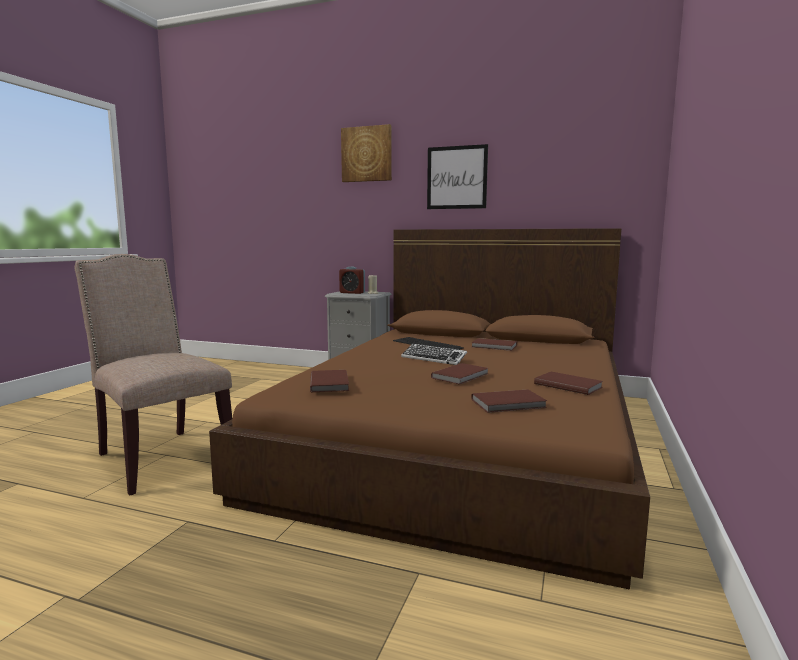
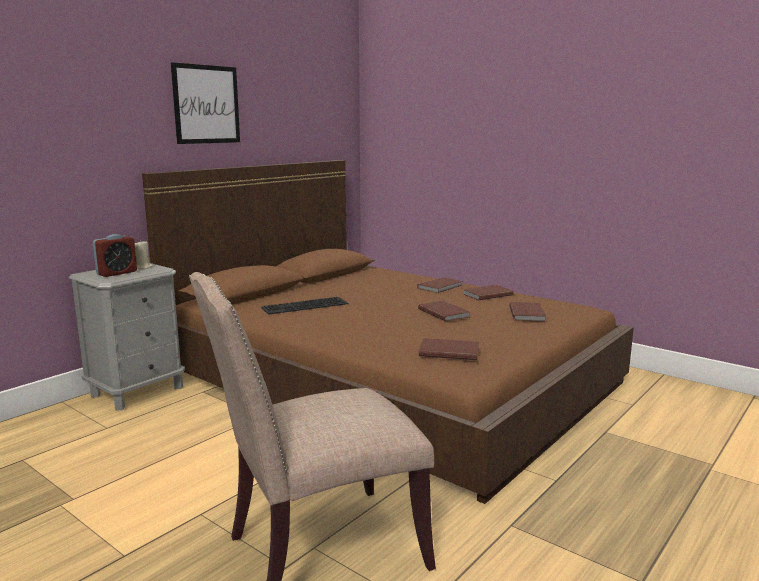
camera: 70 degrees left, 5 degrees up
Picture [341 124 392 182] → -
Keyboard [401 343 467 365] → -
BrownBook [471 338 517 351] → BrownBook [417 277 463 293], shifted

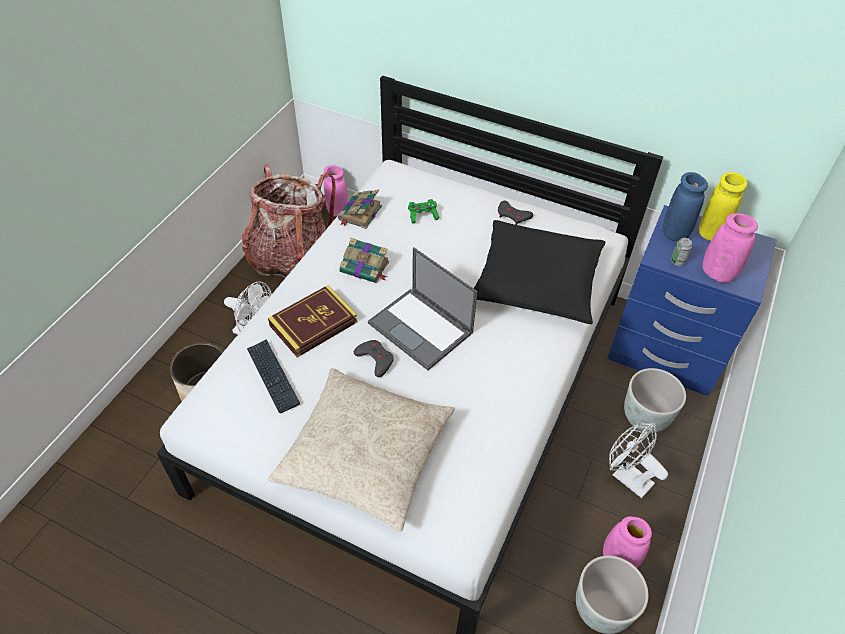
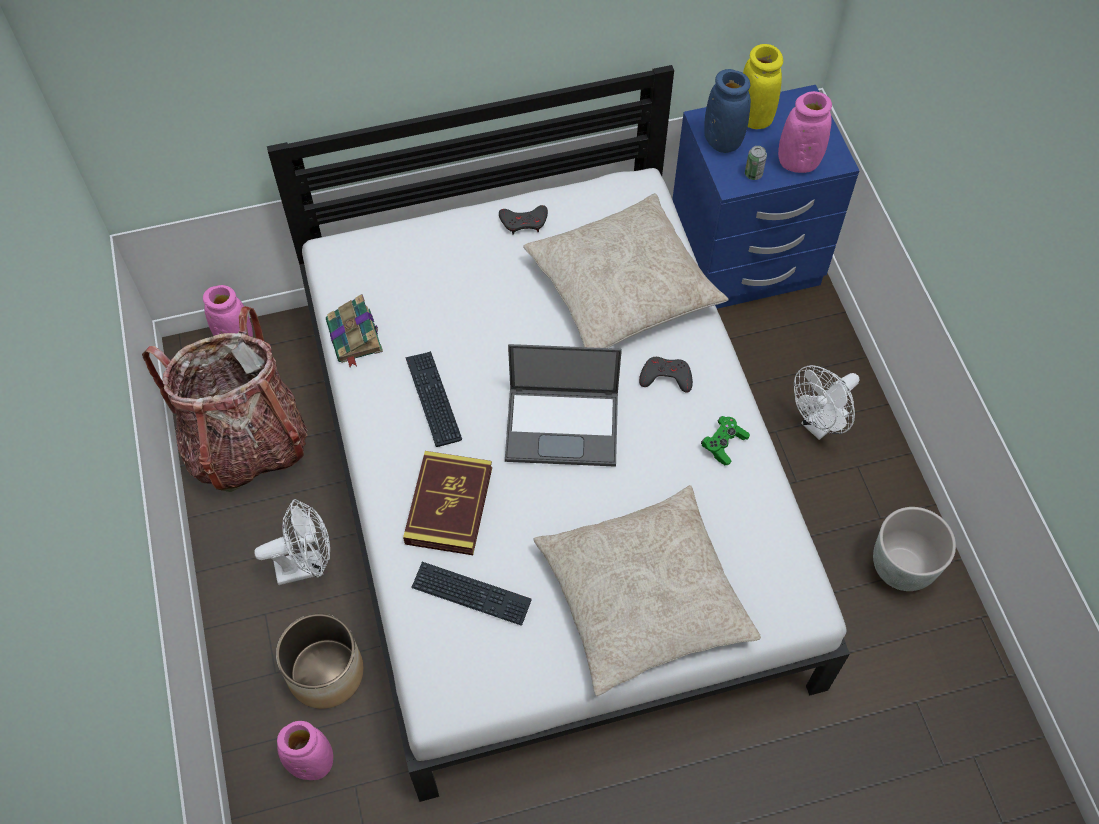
camera: 40 degrees left, 10 degrees up
GreyPlanter [624 368 686 433] → -
GreyGameController [354 340 394 377] → GreyGameController [639 357 693 392], shifted
GreenGameController [408 199 439 224] → GreenGameController [701 416 750 465], shifted
PinkVase [603 516 652 568] → PinkVase [277 721 333 780], shifted
Book [339 238 389 283] → Keyboard [405 351 462 447]
BlackPillow [474 220 605 324] → BeigePillow [523 193 729 348]
WhiteFan [609 423 668 498] → WhiteFan [794 365 859 440], 45 degrees counterclockwise

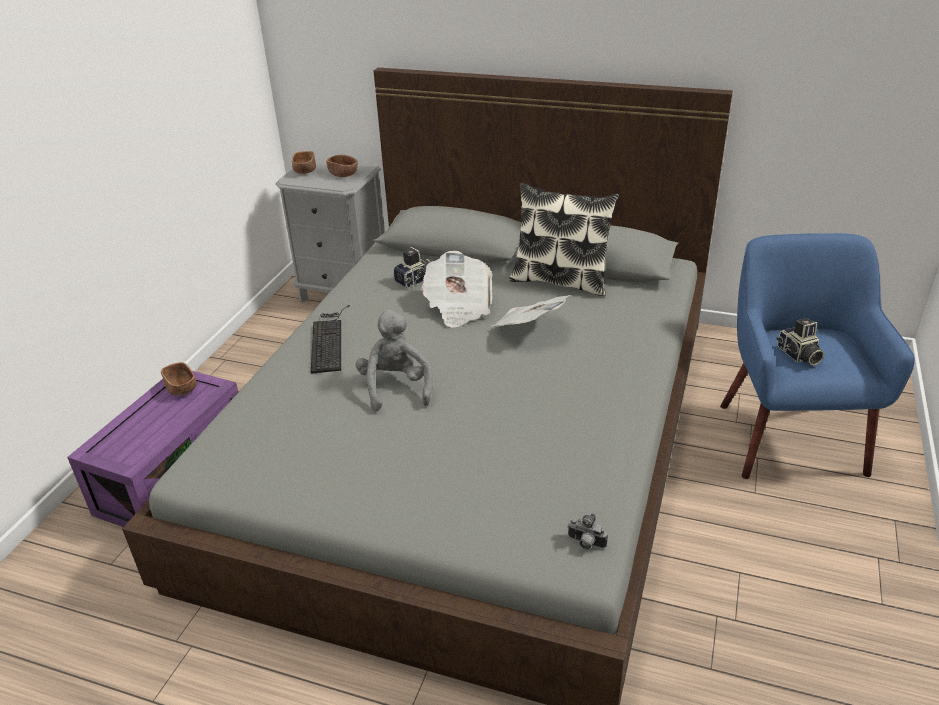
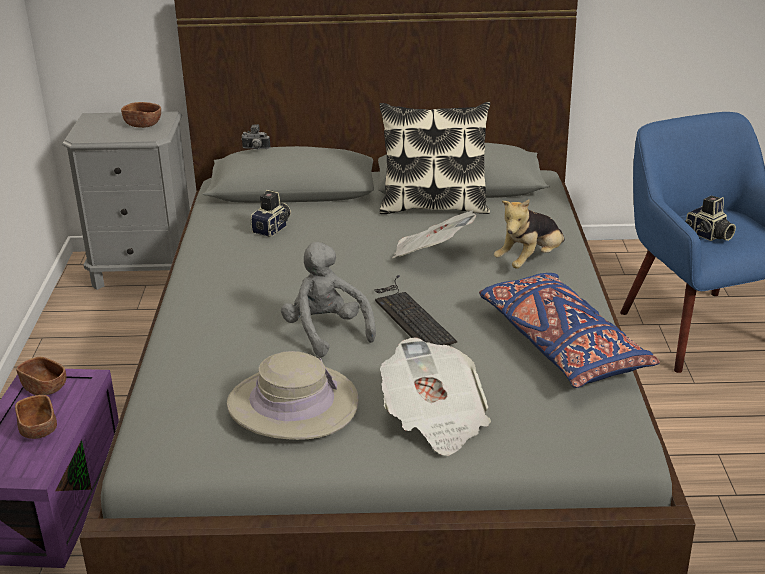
camera: 20 degrees left, 5 degrees down
- → BeigeHat [227 351 359 440]
- → BluePillow [479 273 660 388]
- → PlushToy [494 200 565 269]
BrownBowl [292 151 316 174] → BrownBowl [15 395 57 439], shifted
Keyboard [311 305 350 374] → Keyboard [374 275 457 345], shifted
Newspaper [421 251 493 328] → Newspaper [380 338 491 456], shifted
PhotoCamera [567 513 608 549] → PhotoCamera [241 124 270 149], shifted

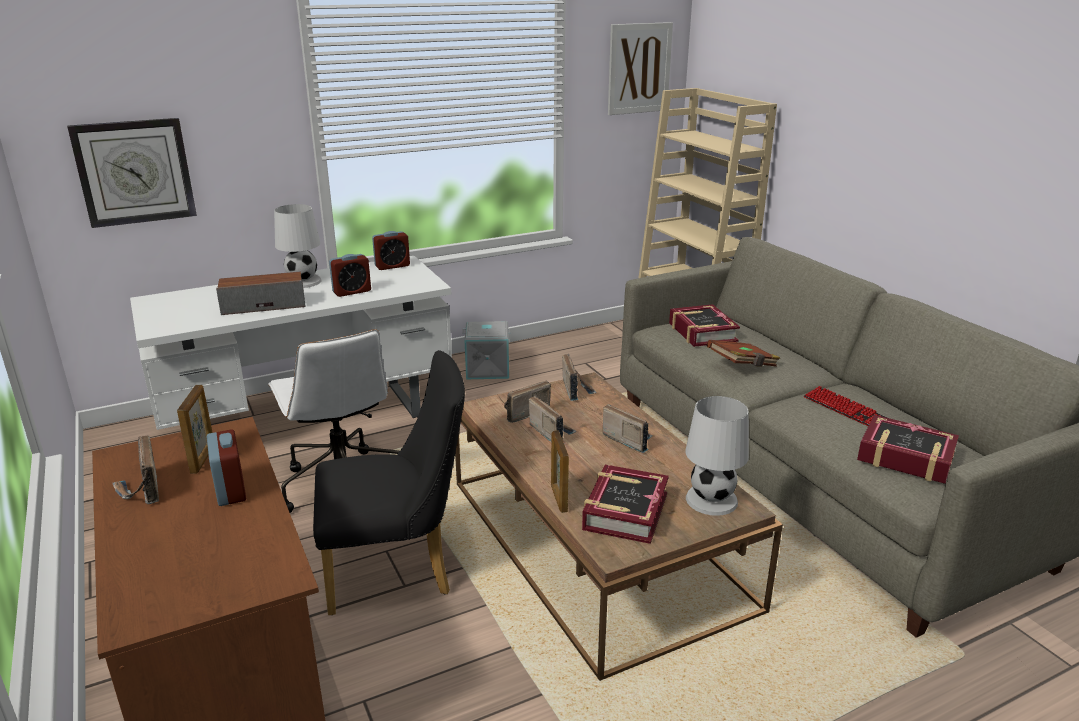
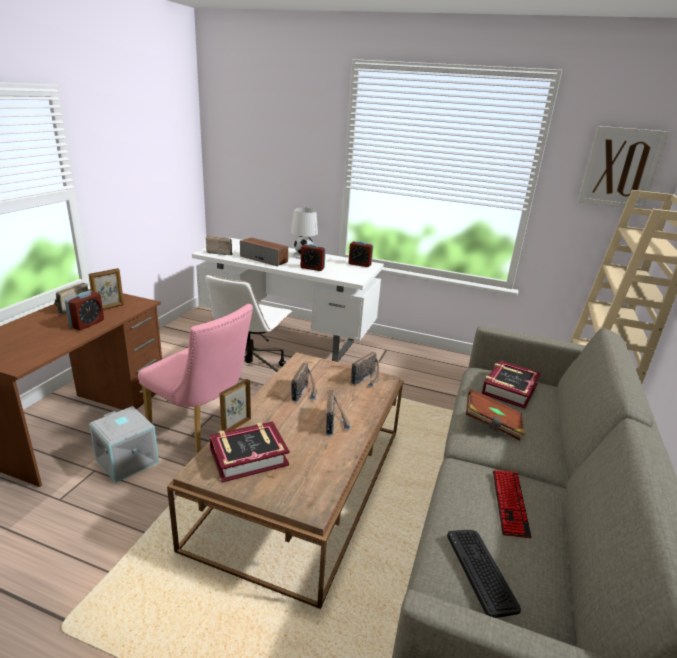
camera: 45 degrees right, 0 degrees up
WallClock [67 118 197 228] → -
WhiteTableLamp [685 396 749 516] → -
GreyStorageBox [462 321 511 379] → GreyStorageBox [89 406 159 483], shifted
Radio [504 381 551 423] → Radio [206 236 233 255], shifted
Book [857 415 959 484] → Keyboard [447 530 521 618]
BlackChair [313 350 465 615] → PinkChair [138 304 253 453]

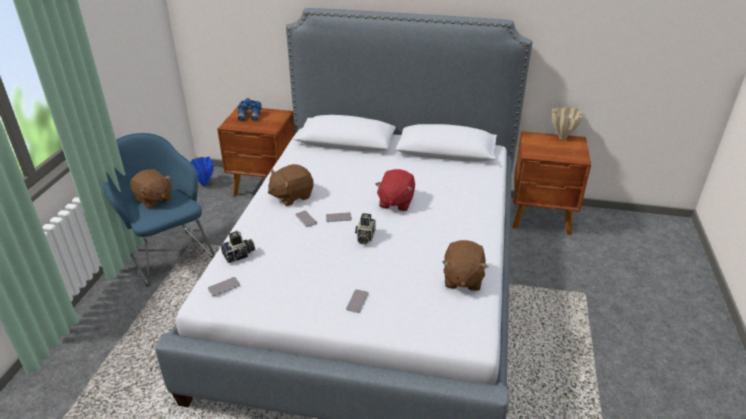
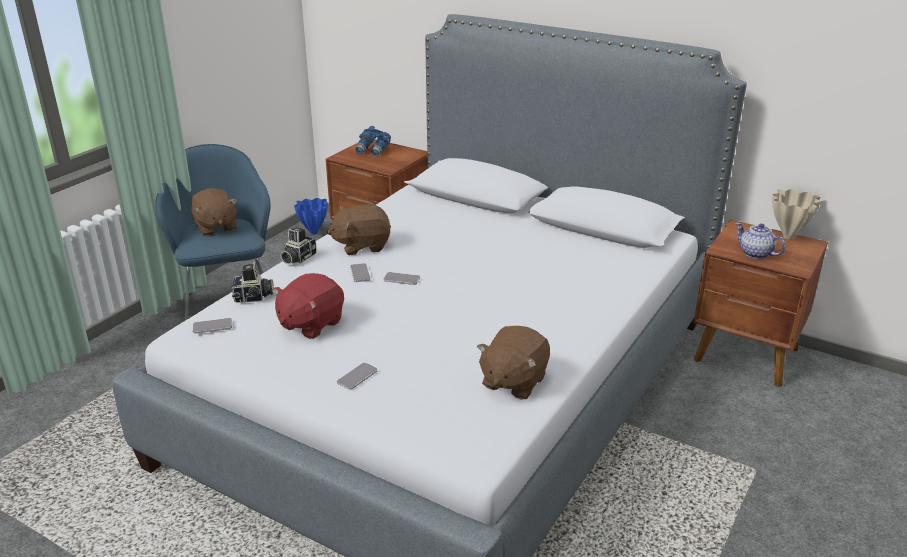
camera: 20 degrees right, 5 degrees down
- → Teapot [735 223 785 259]
PhotoCamera [355 213 376 245] → PhotoCamera [281 227 317 264], shifted
RedPlushToy [375 169 415 211] → RedPlushToy [273 273 344 339], shifted

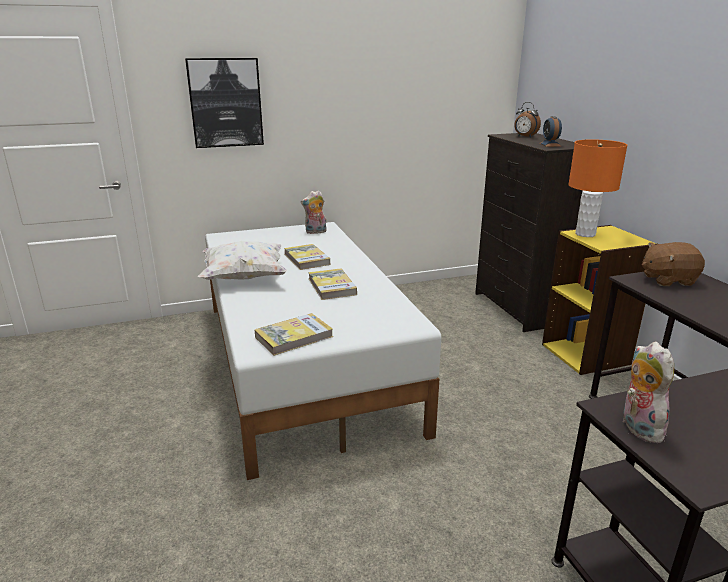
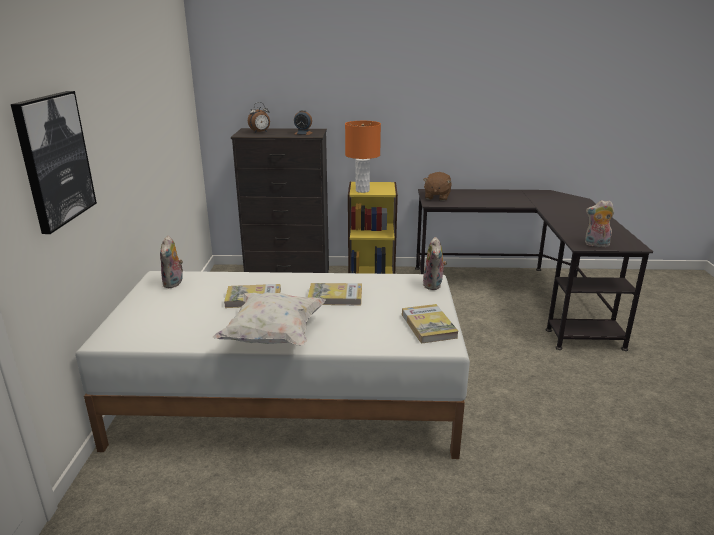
camera: 70 degrees left, 0 degrees up
- → PlushToy [423 237 447 290]

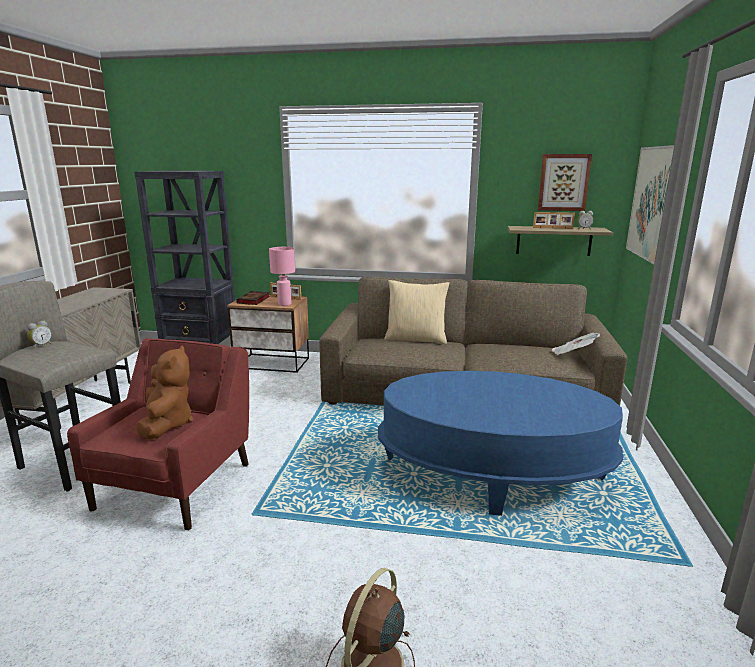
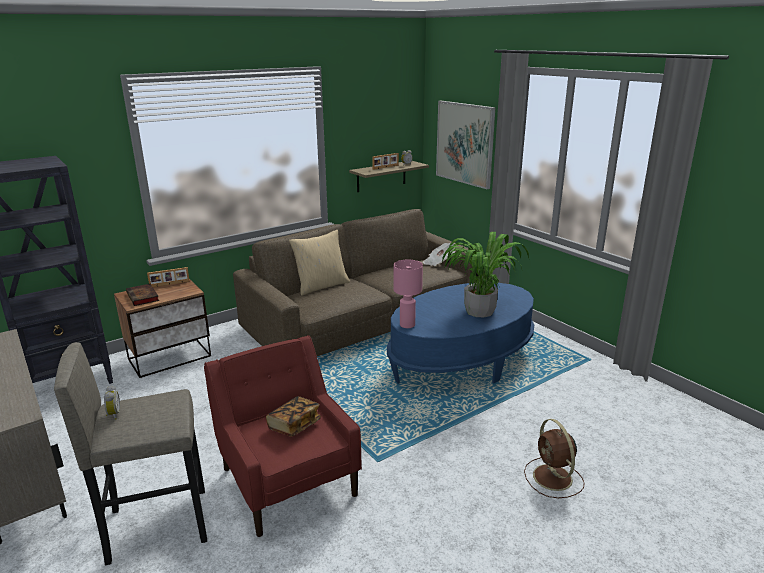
camera: 45 degrees left, 5 degrees up
Picture [538 154 592 211] → -
- → PottedPlant [442 232 529 317]
PinkTableLamp [269 247 295 306] → PinkTableLamp [394 260 423 328], shifted
BrownPlushToy [136 346 193 439] → Book [266 396 321 437]

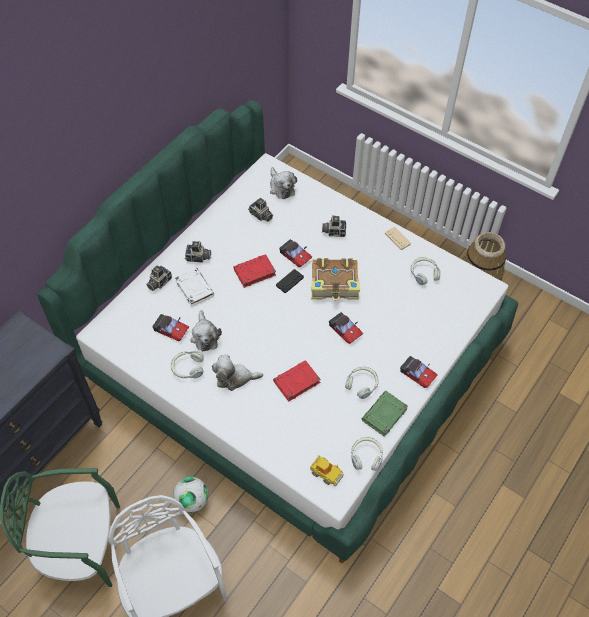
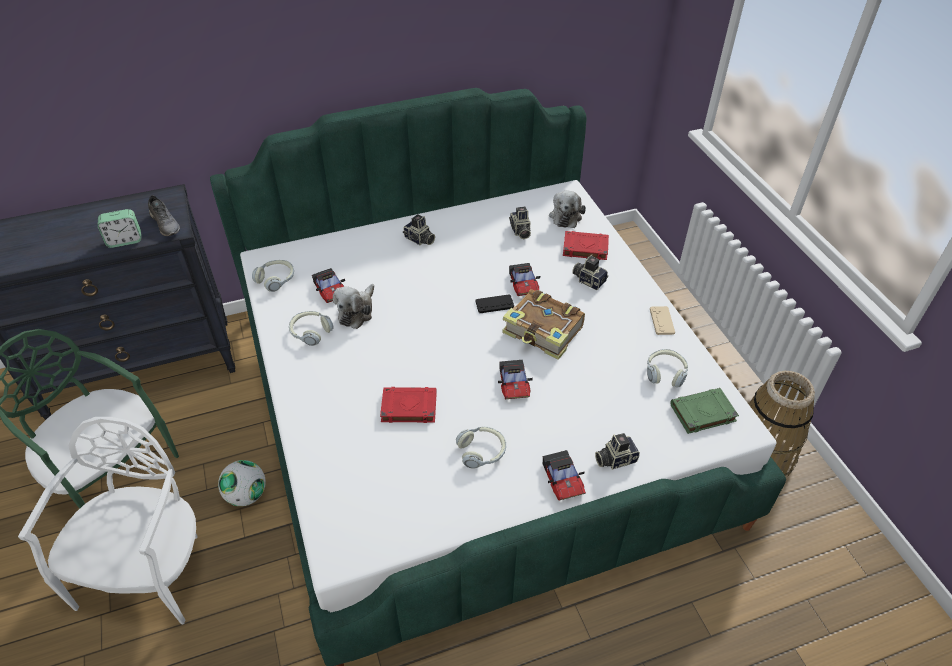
camera: 35 degrees right, 10 degrees down
WhiteBook [175 268 214 307] → -
PlushToy [212 355 263 391] → -
ToyCar [310 455 344 486] → -
- → AlarmClock [98 209 141 248]
- → GreyShoe [148 195 180 236]
PhotoCamera [146 265 172 291] → PhotoCamera [595 433 640 470], shifted
RedBook [233 254 276 288] → RedBook [563 231 609 260], shifted
Headphones [351 437 383 471] → Headphones [252 260 294 292], shifted
GreenBook [362 391 408 437] → GreenBook [671 388 739 434], shifted

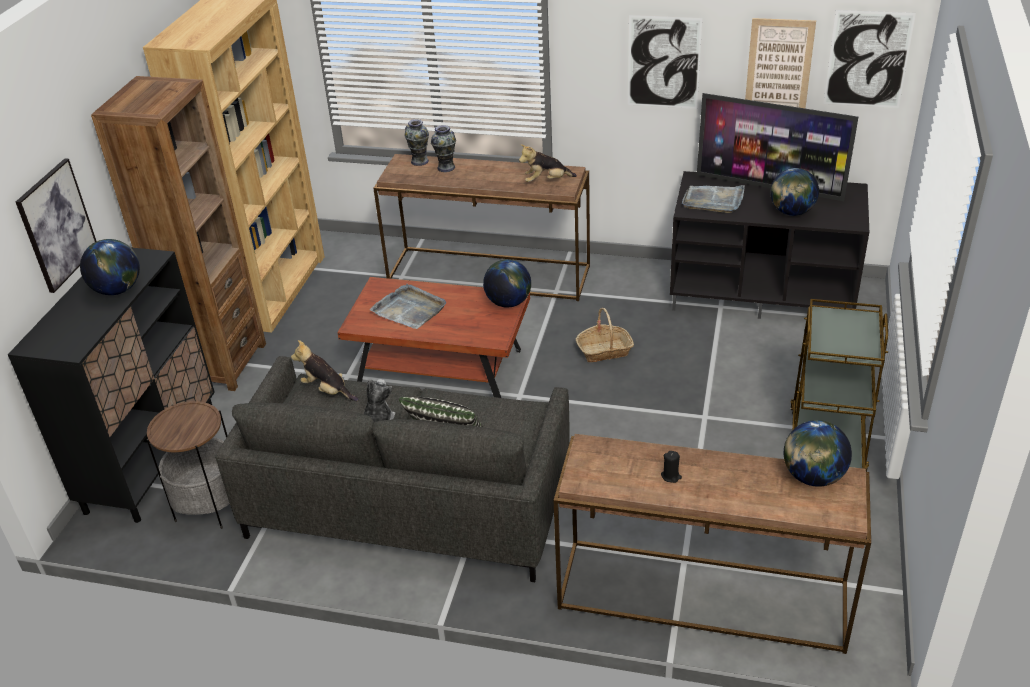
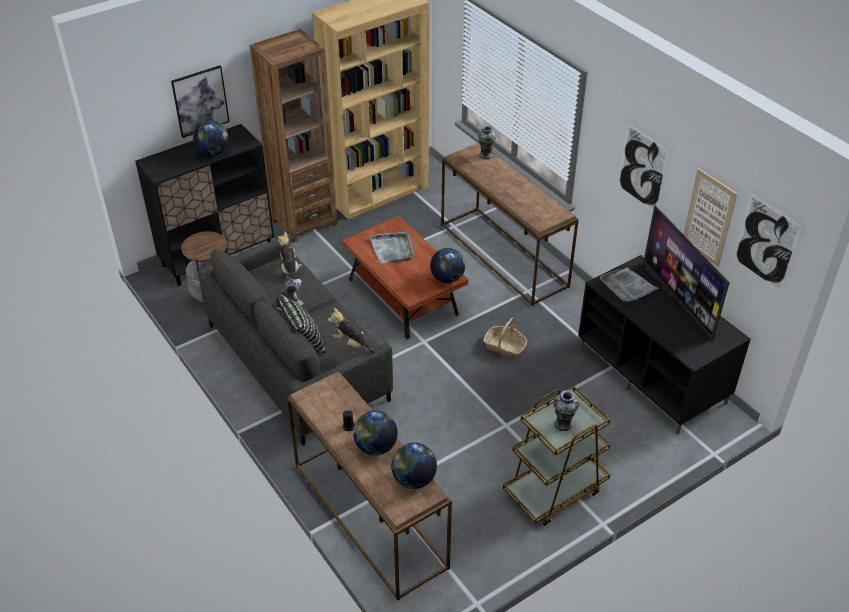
camera: 40 degrees right, 5 degrees up
Vase [431 125 456 172] → Vase [553 390 579 431], shifted
PlushToy [519 144 577 182] → PlushToy [328 308 376 353], shifted
Globe [770 168 819 216] → Globe [353 411 398 455], shifted

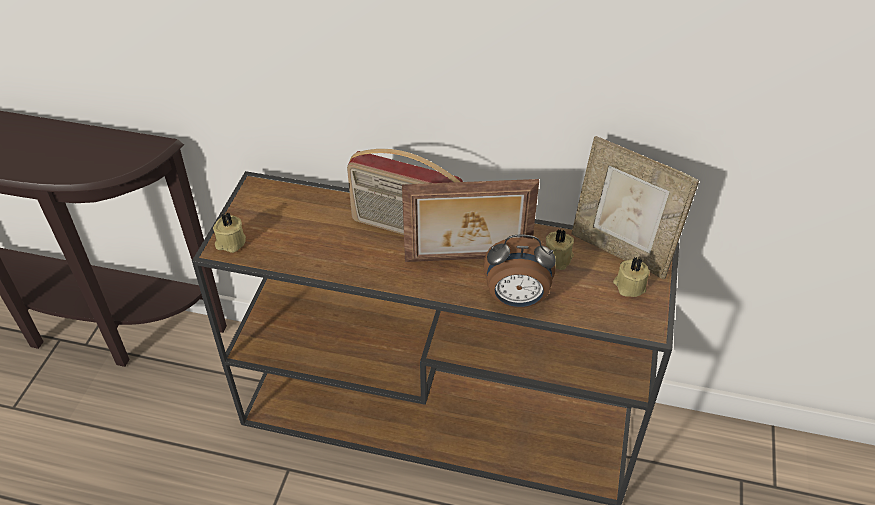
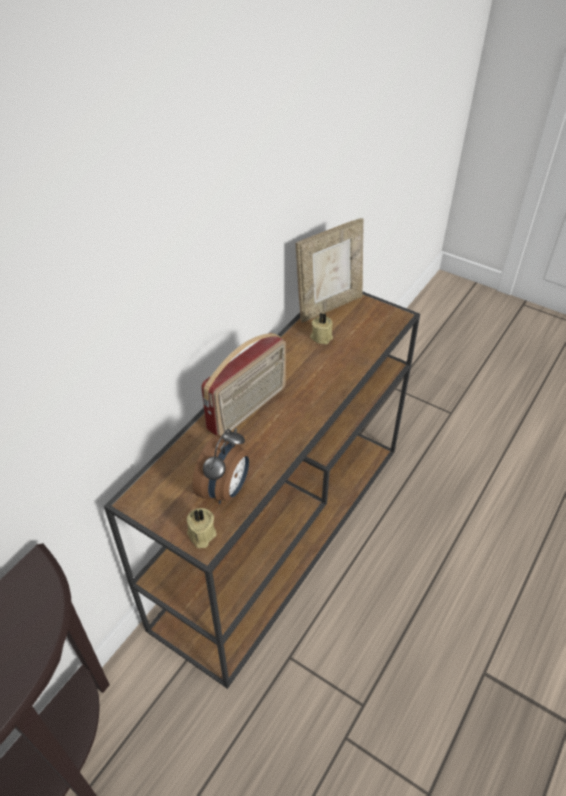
camera: 70 degrees left, 0 degrees up
PictureFrame [402 179 539 262] → -
BeigeCandle [613 257 650 297] → -
AlarmClock [484 235 556 308] → AlarmClock [192 428 249 504], shifted

